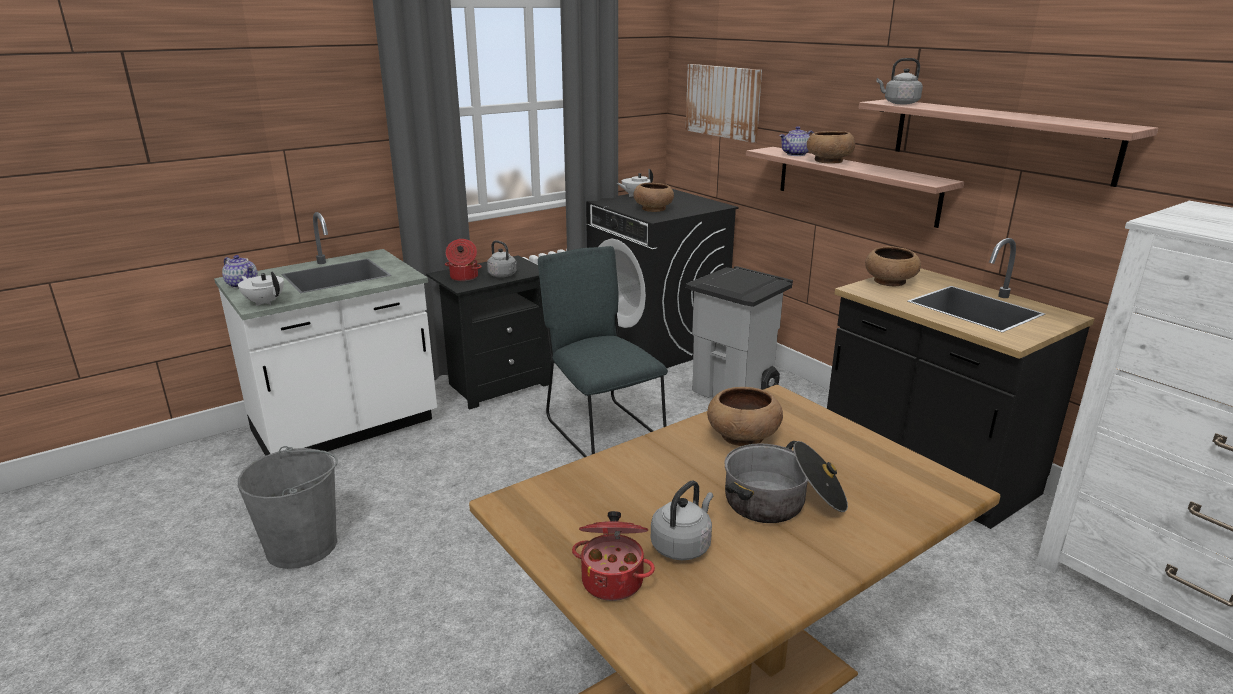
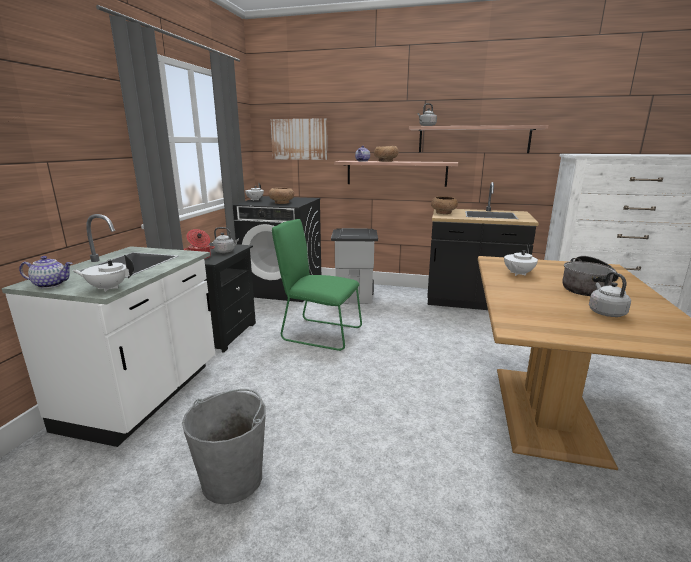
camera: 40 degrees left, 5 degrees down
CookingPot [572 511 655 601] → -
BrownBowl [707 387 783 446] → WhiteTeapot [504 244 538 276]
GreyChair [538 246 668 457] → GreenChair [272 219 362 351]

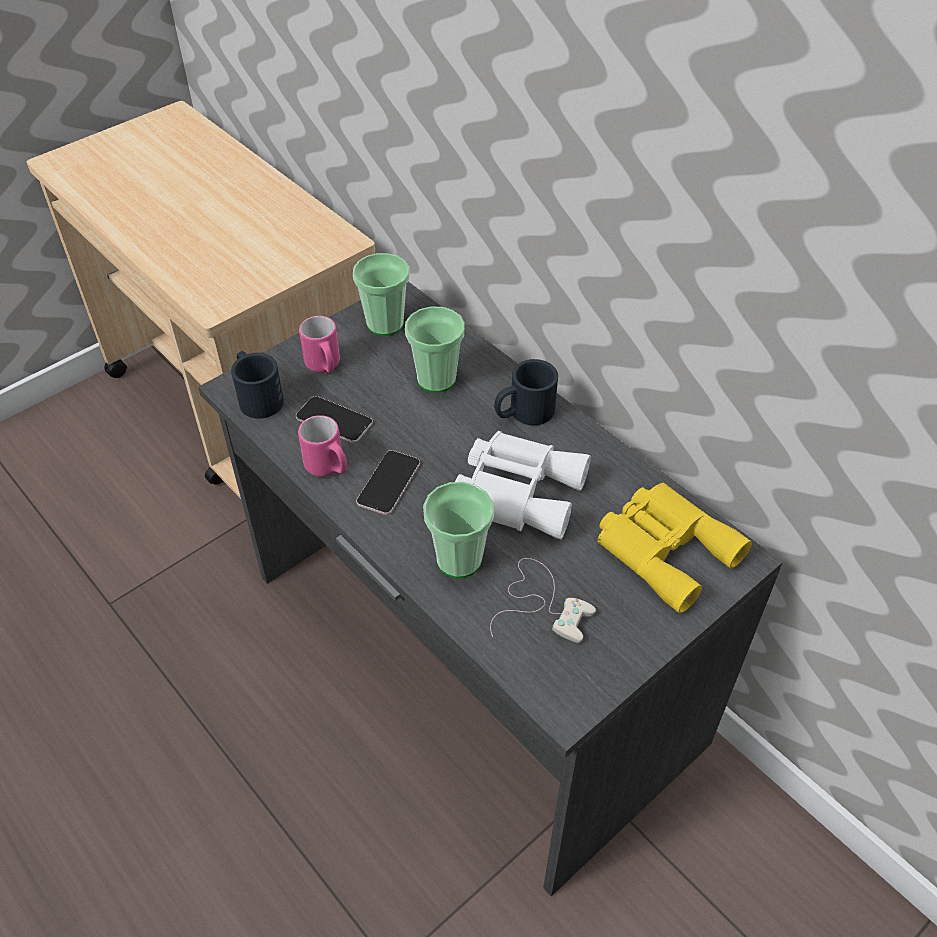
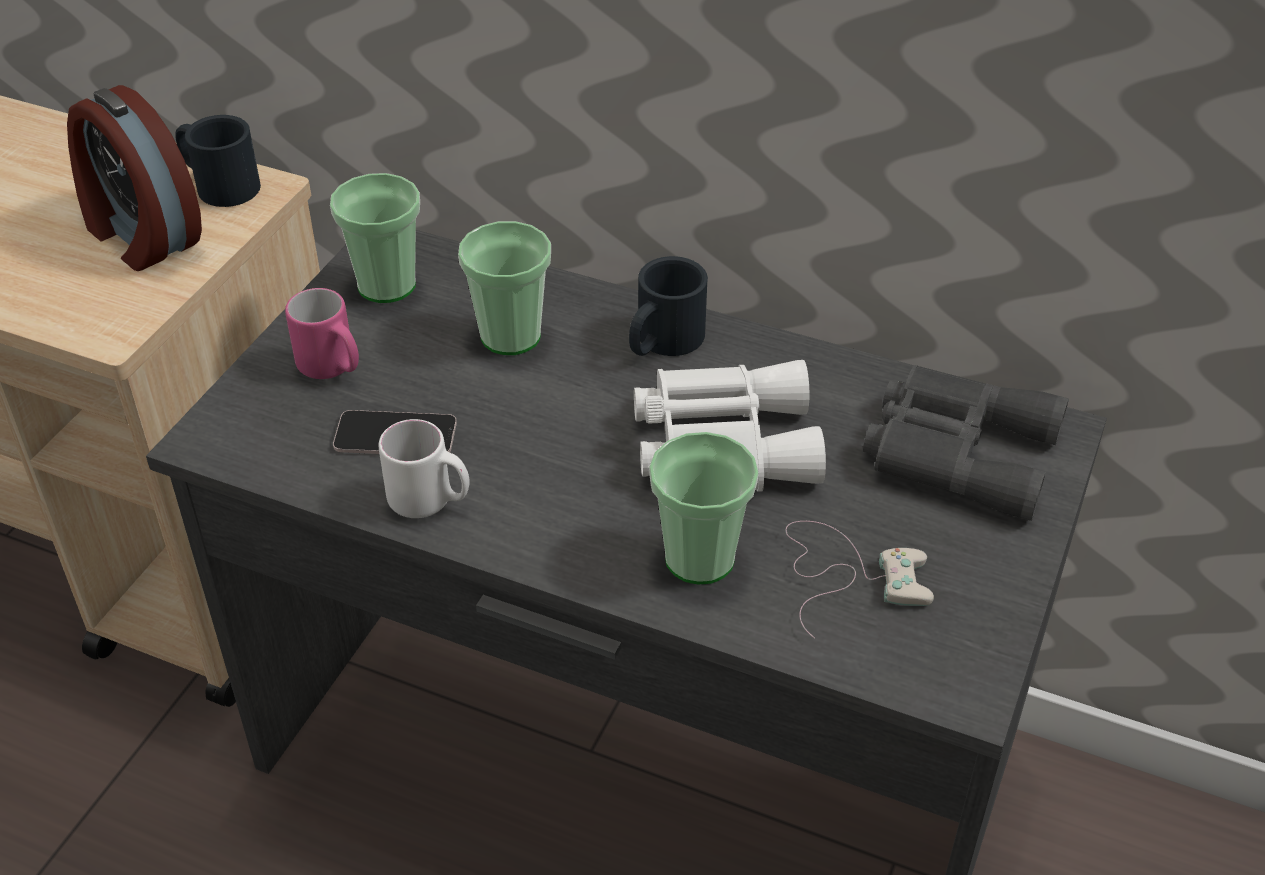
camera: 25 degrees left, 5 degrees down
Phone [356 450 420 515] → -
- → AlarmClock [67 85 202 271]
BlackMug [231 351 284 419] → BlackMug [175 115 261 207], shifted
PinkMug [298 415 347 477] → WhiteMug [379 419 470 518]
YellowBinoculars [598 483 752 614] → GreyBinoculars [863 365 1069 521]

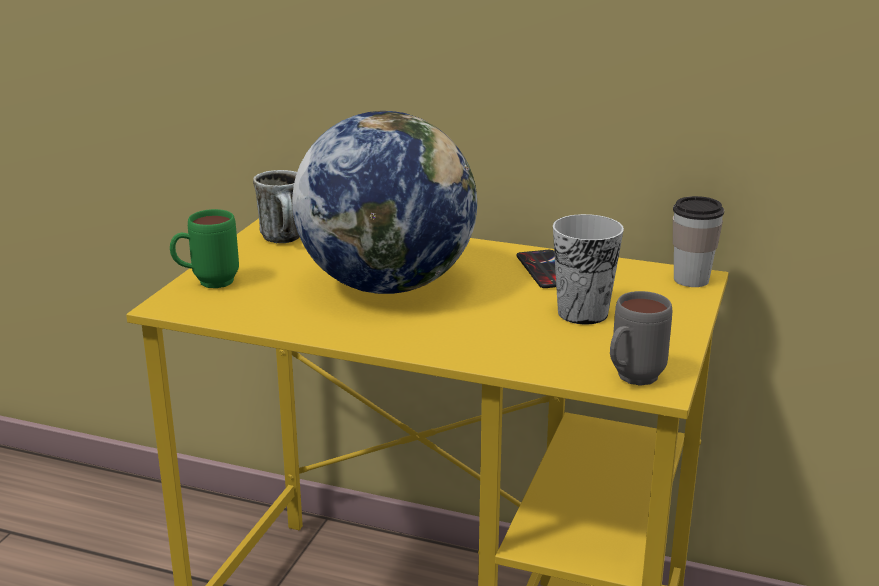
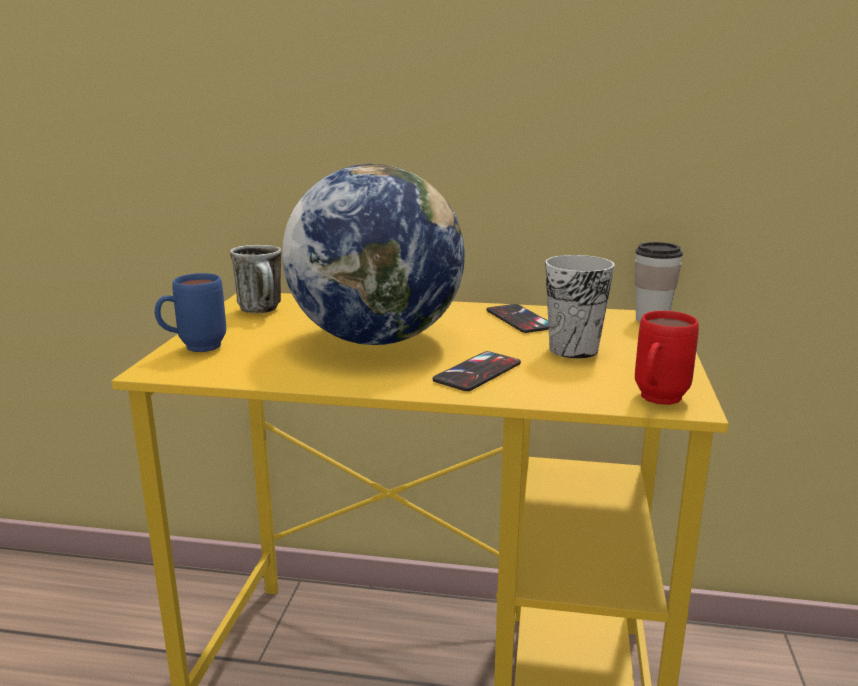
camera: 10 degrees left, 5 degrees down
- → Phone [433 351 521 391]
GreenMug [170 209 239 288] → BlueMug [155 273 226 352]
GreyMug [610 291 672 386] → RedMug [635 311 699 405]

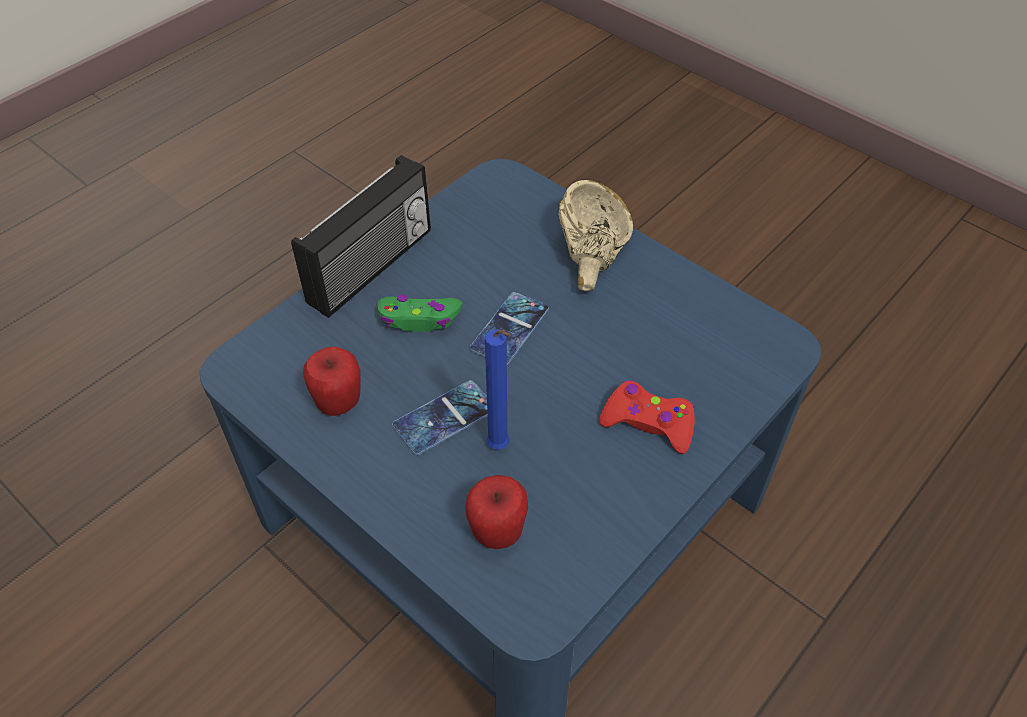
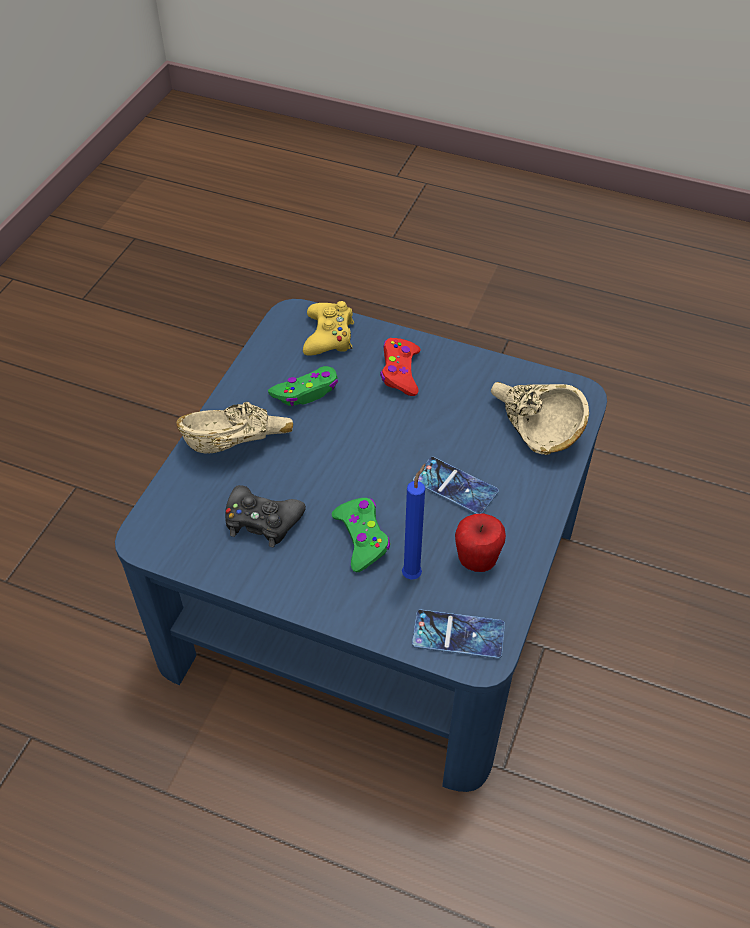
camera: 110 degrees left, 0 degrees up
Radio [291 155 431 318] → -
- → BlackGameController [225 485 306 547]
- → GreenGameController [268 366 338 406]
- → YellowGameController [303 301 354 356]
Phone [470 292 549 365] → Phone [412 610 505 659], shifted
BlueCandle [485 329 511 450] → BlueCandle [402 463 426 580], shifted
Apple [465 475 528 549] → BeigeBowl [491 382 589 455]

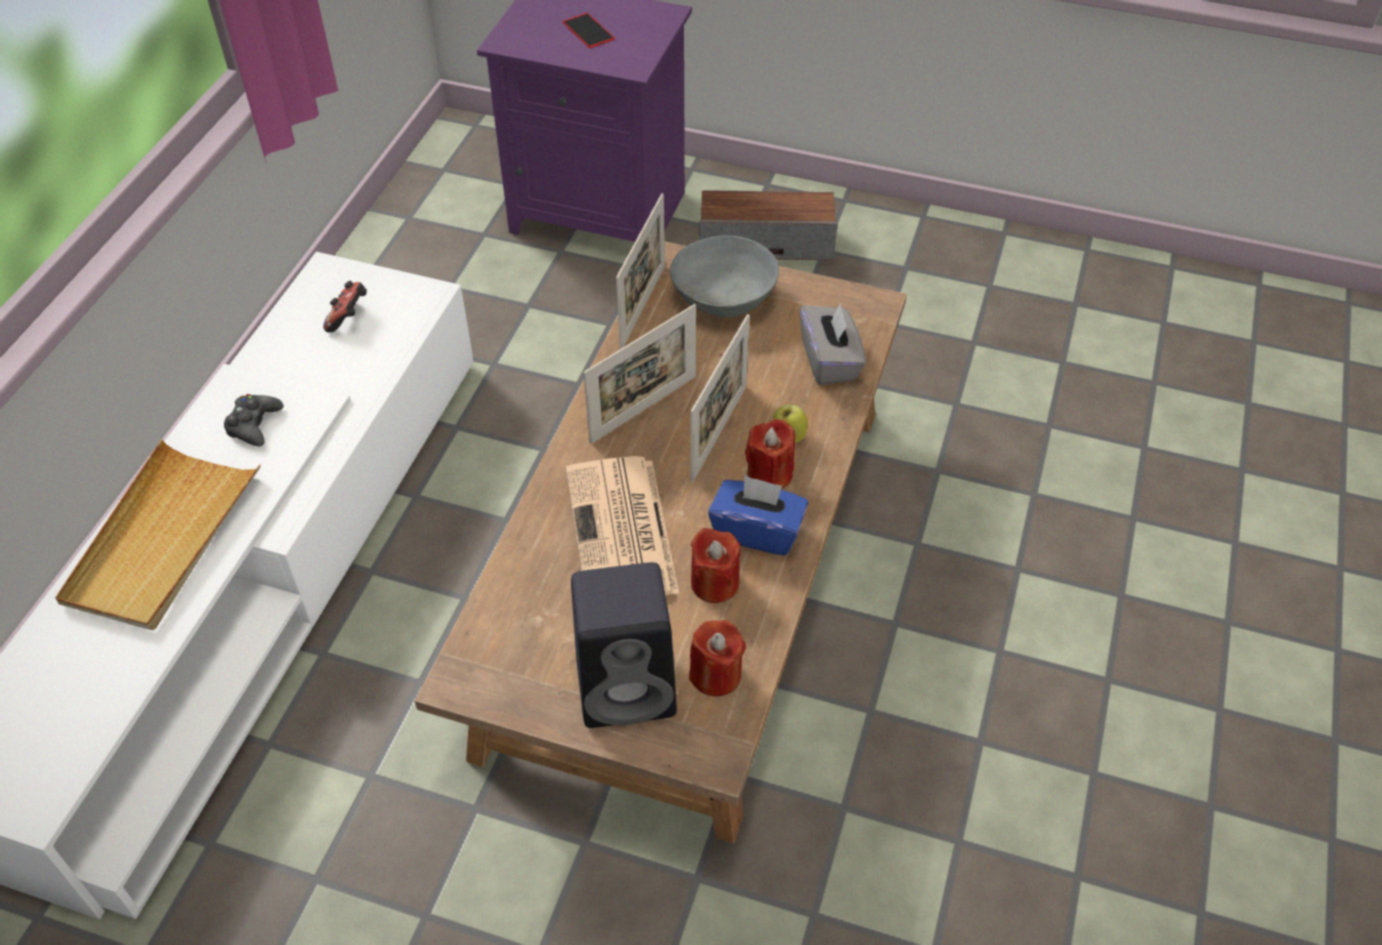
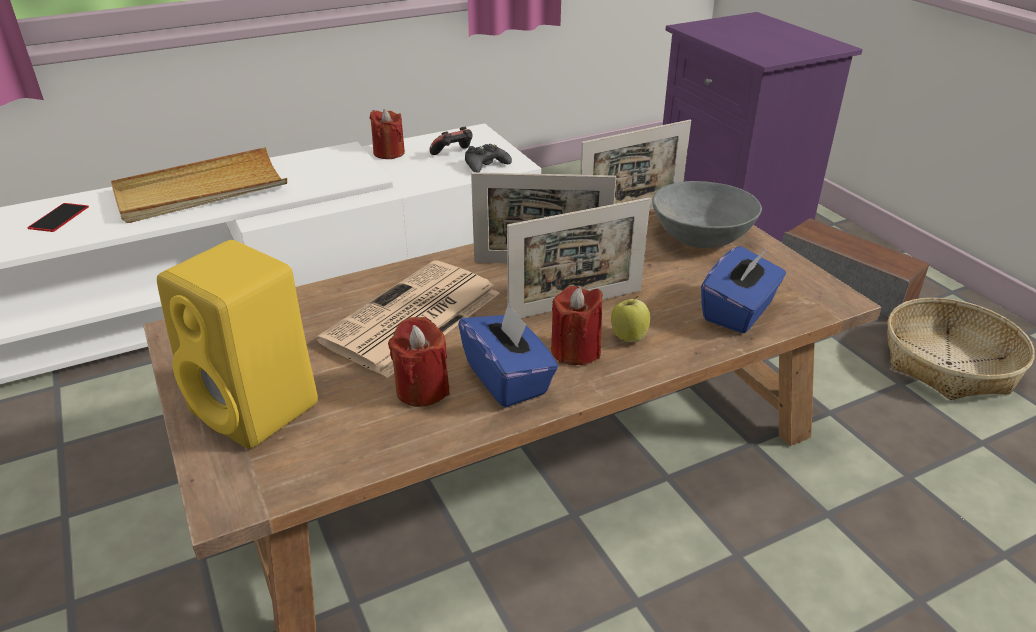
camera: 45 degrees right, 15 degrees down
- → Basket [887 298 1035 400]
BlackGameController [224 394 283 446] → BlackGameController [465 144 512 172], shifted
Phone [563 13 615 48] → Phone [28 203 89 232], shifted
RedCandle [689 620 746 697] → RedCandle [370 109 405 159], shifted
BlackSpeaker [571 562 677 728] → YellowSpeaker [157 240 318 449]
GreyTissueBox [800 303 866 385] → BlueTissueBox [701 246 786 333]

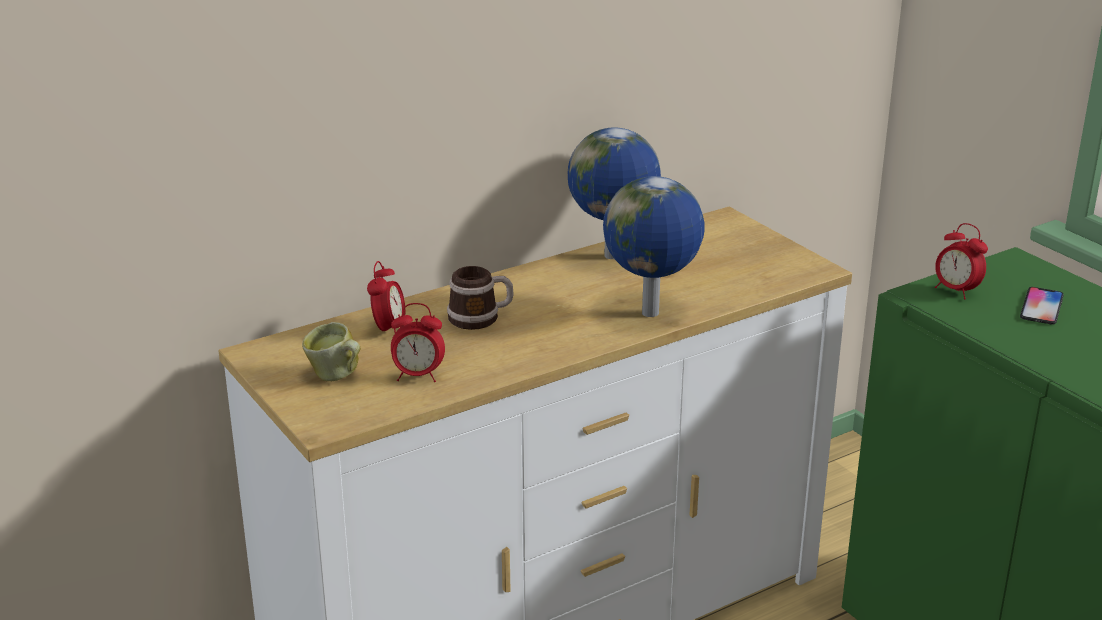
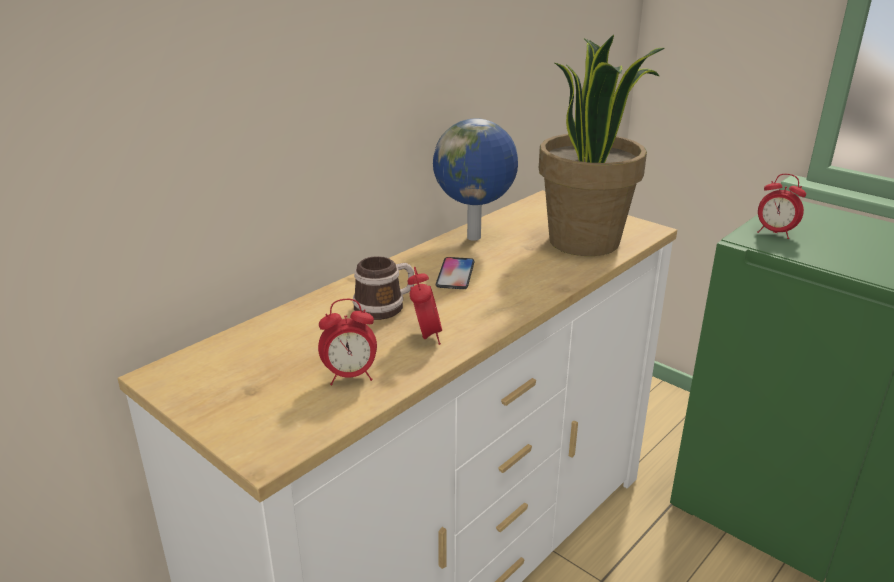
camera: 15 degrees left, 0 degrees up
Mug [302 322 361 381] → -
Globe [603 176 705 317] → -
- → PottedPlant [539 35 664 256]
AlarmClock [367 261 405 333] → AlarmClock [408 266 442 345], shifted
Phone [1020 287 1064 325] → Phone [436 257 475 289], shifted

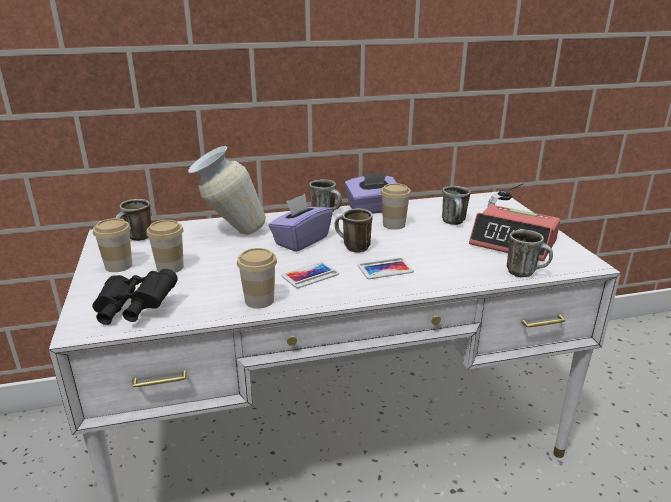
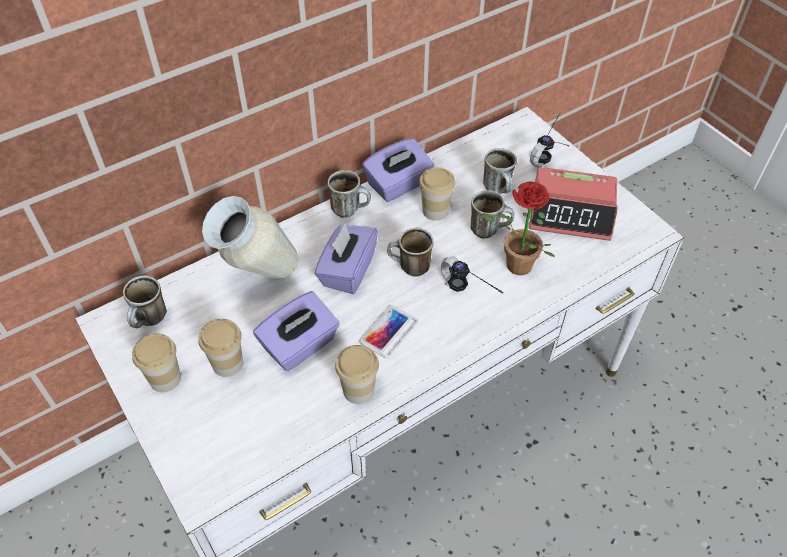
camera: 20 degrees left, 25 degrees up
BlackBinoculars [92 269 178 325] → -
- → PurpleTissueBox [253 291 340 371]
- → PottedPlant [482 182 555 275]
Mug [507 230 553 277] → Mug [471 190 514 238], shifted
Phone [358 258 414 279] → Headphones [441 256 503 293]

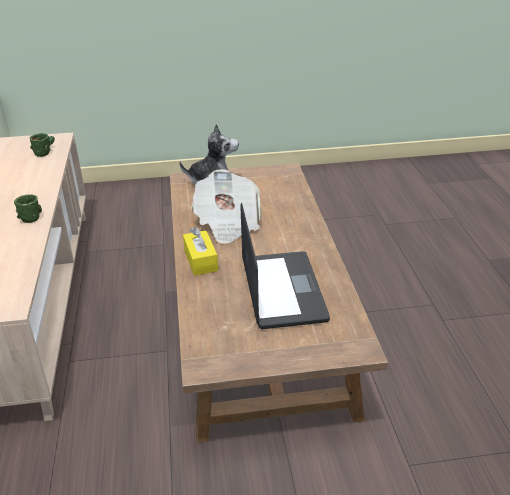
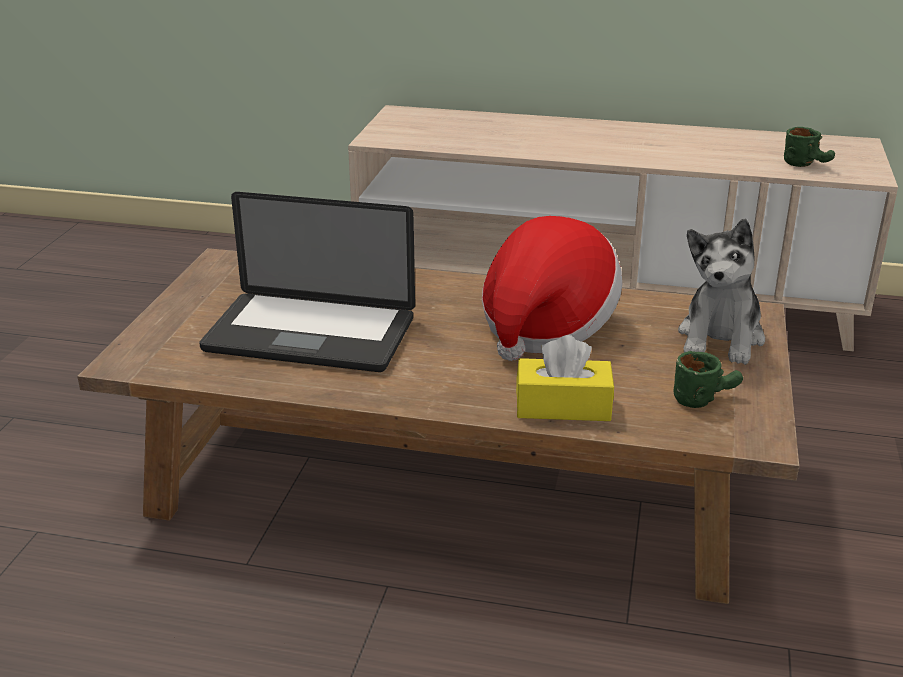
camera: 110 degrees right, 5 degrees down
GreenMug [14 194 42 223] → GreenMug [674 351 743 408], shifted
YellowTissueBox [183 227 218 276] → YellowTissueBox [516 335 614 421], shifted
Newspaper [191 169 261 244] → Hat [482 216 622 361]

